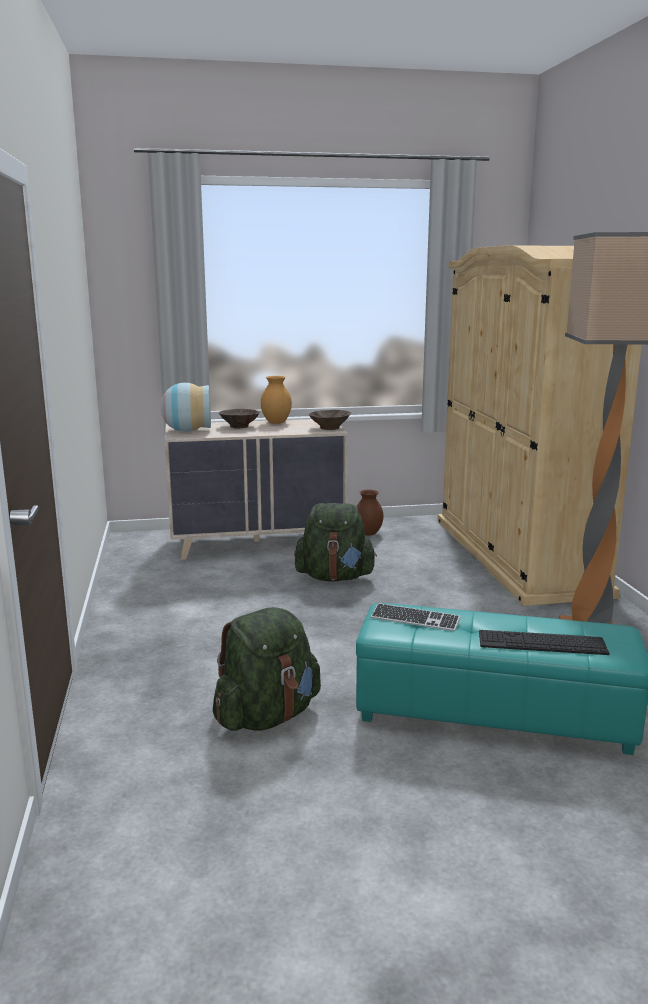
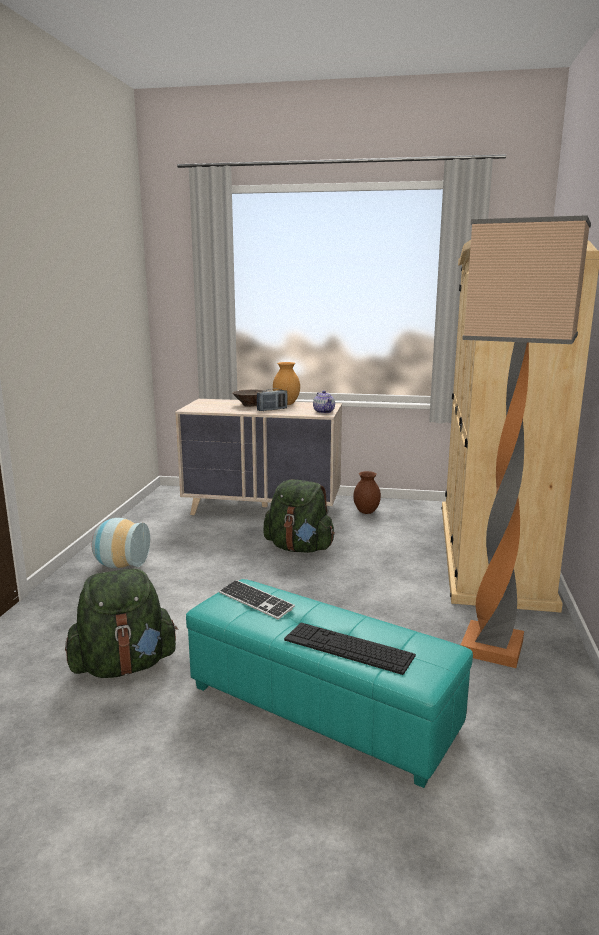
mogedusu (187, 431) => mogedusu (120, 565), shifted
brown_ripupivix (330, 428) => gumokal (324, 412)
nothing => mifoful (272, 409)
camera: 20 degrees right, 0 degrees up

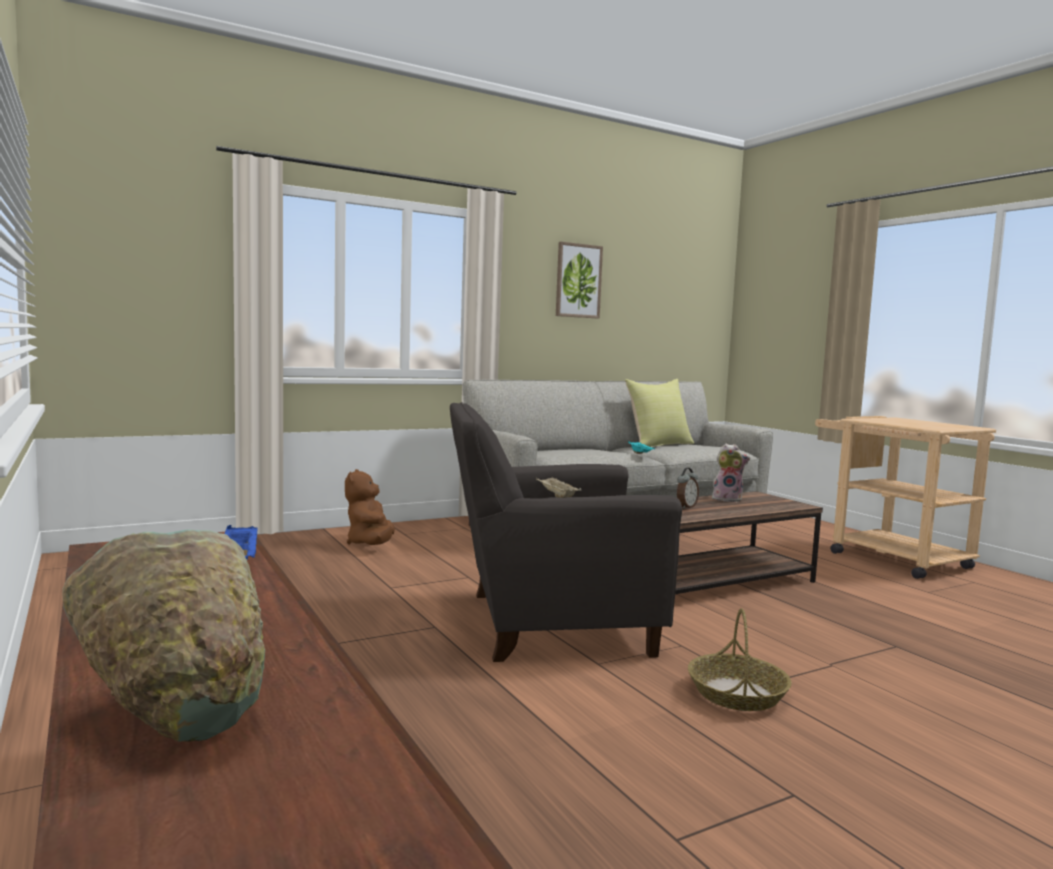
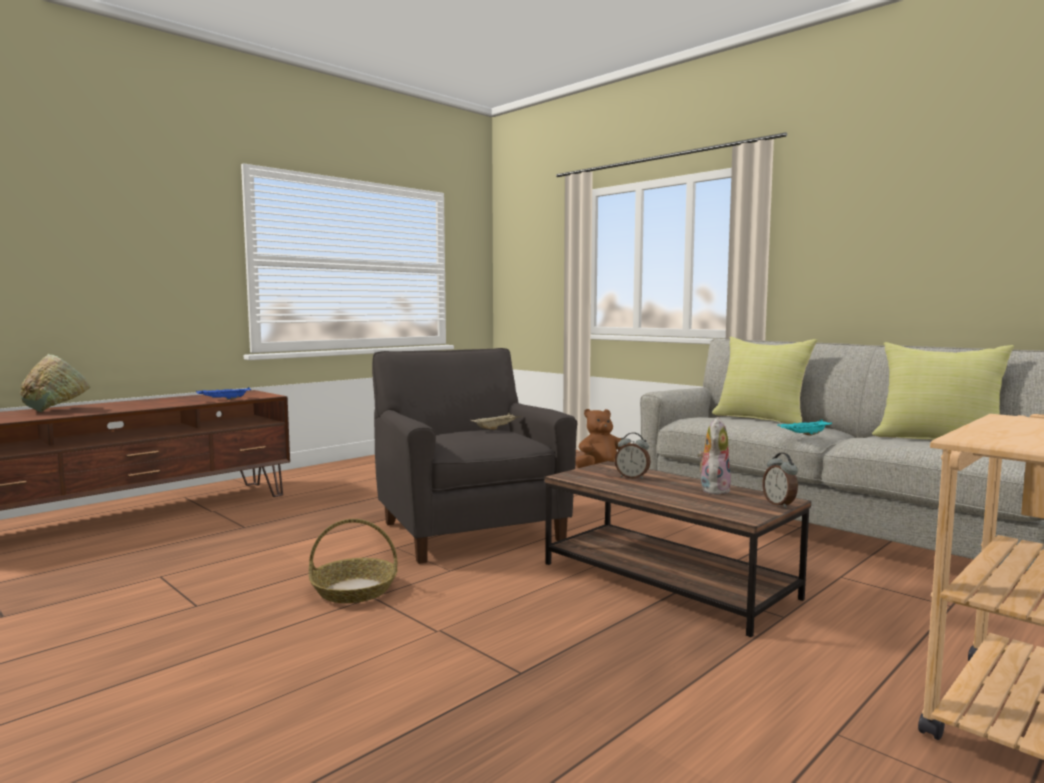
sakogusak (578, 281) => nothing
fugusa (727, 499) => fugusa (713, 489), 150 degrees counterclockwise
nothing => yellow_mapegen (761, 419)
nothing => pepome (780, 504)
camera: 75 degrees right, 0 degrees up

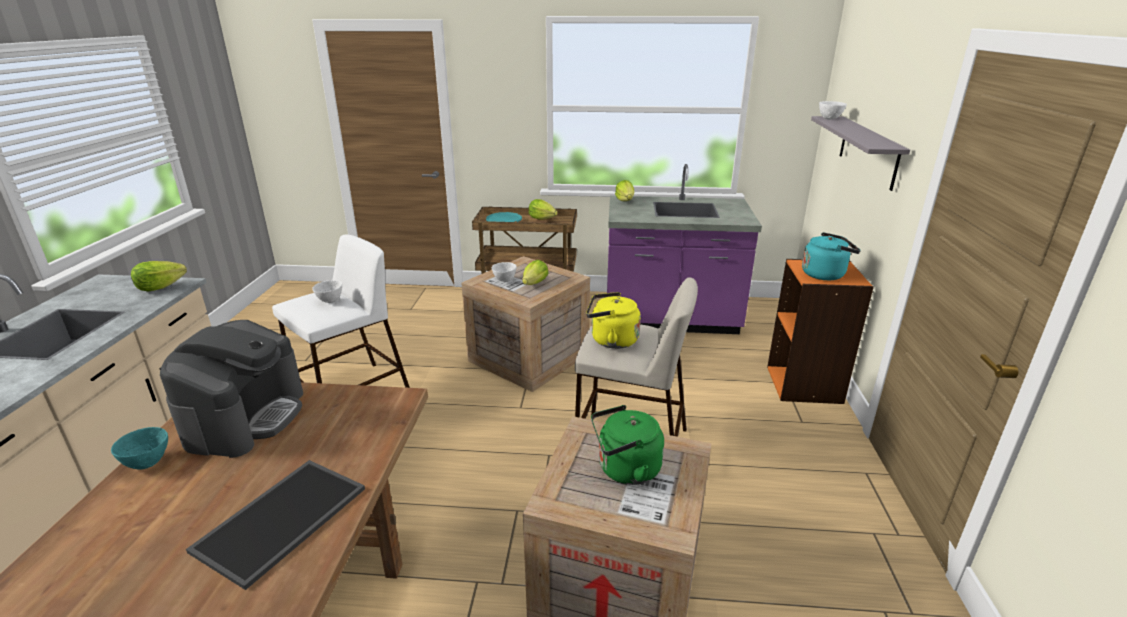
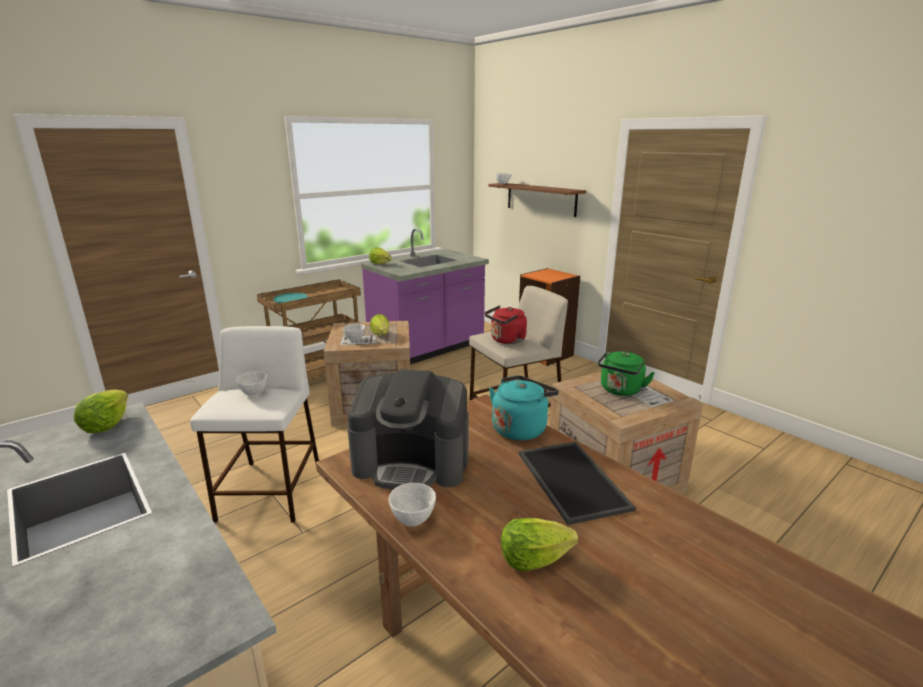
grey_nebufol (868, 151) => brown_nebufol (541, 199)
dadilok (542, 219) => dadilok (533, 559), shifted
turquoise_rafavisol (825, 274) => turquoise_rafavisol (520, 428), shifted
yellow_rafavisol (611, 340) => red_rafavisol (506, 340)
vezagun (246, 417) => vezagun (412, 462), 135 degrees clockwise
turquoise_ripupivix (147, 463) => white_ripupivix (412, 520)
camera: 45 degrees left, 5 degrees down

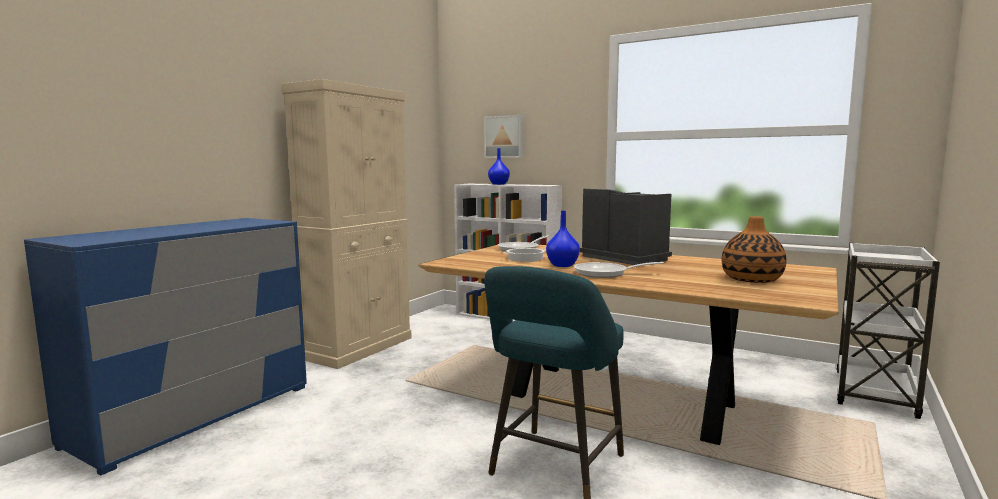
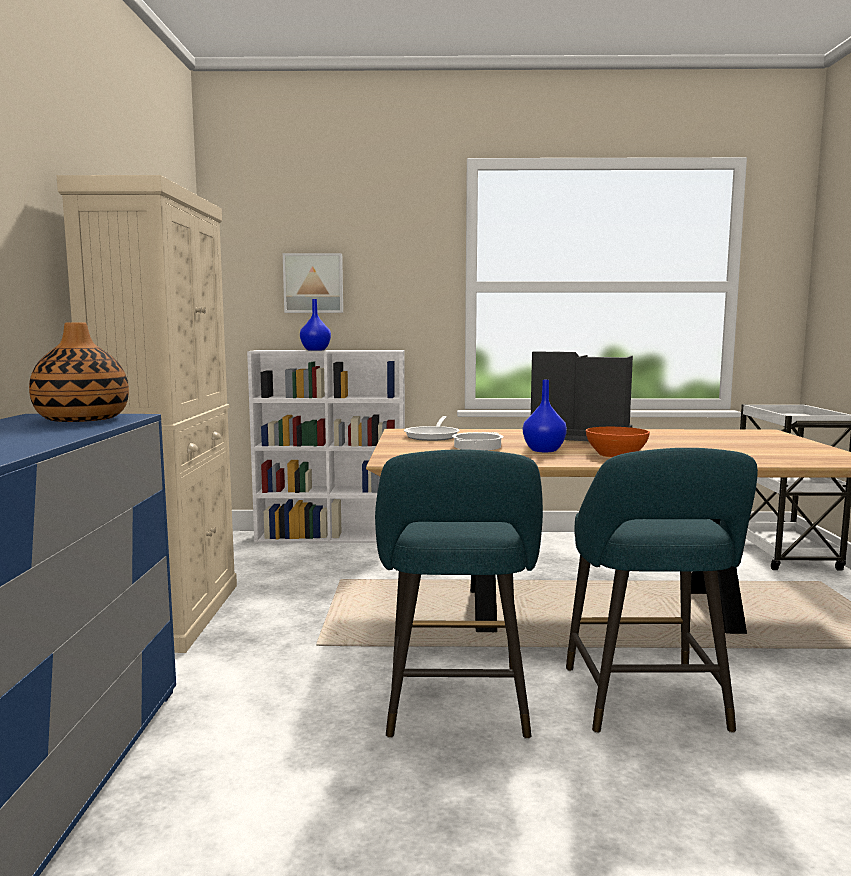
mogedusu (751, 279) => mogedusu (82, 420), shifted
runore (606, 273) => orange_ripupivix (617, 454)
nothing => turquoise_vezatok (456, 709)
camera: 30 degrees left, 0 degrees up

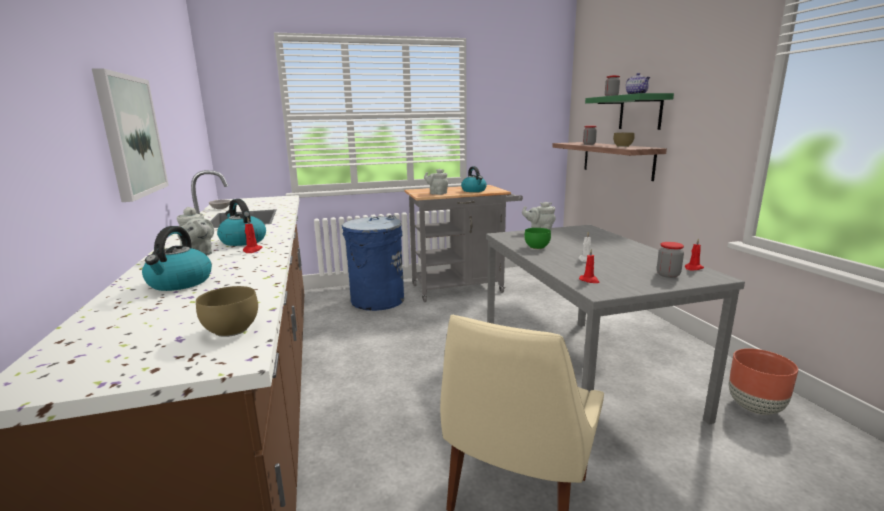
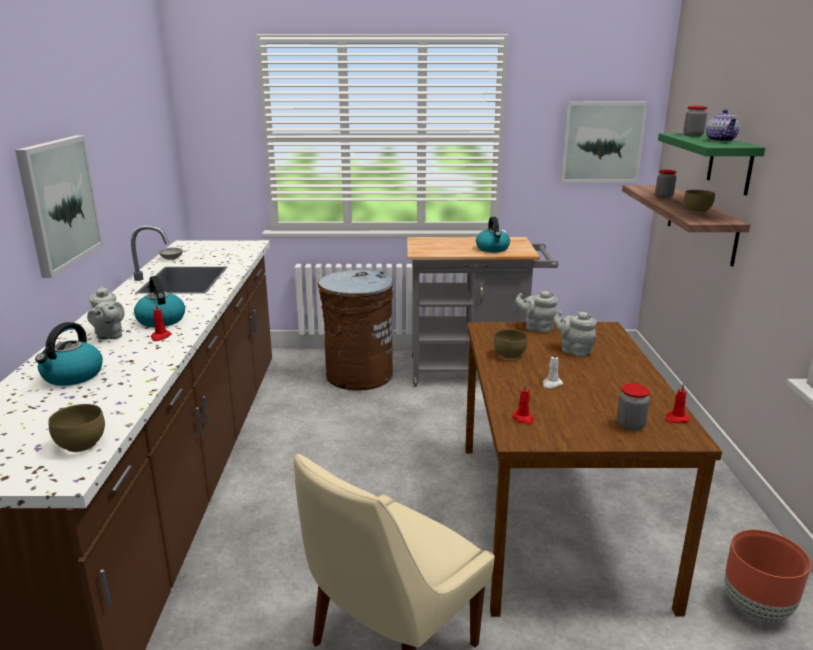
grey_gumokal (437, 193) => grey_gumokal (574, 351), shifted
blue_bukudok (377, 300) => brown_bukudok (358, 375)
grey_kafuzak (583, 373) => brown_kafuzak (557, 519)
green_ripupivix (538, 247) => brown_ripupivix (510, 355)
nothing => sakogusak (602, 142)
camera: 15 degrees right, 5 degrees up

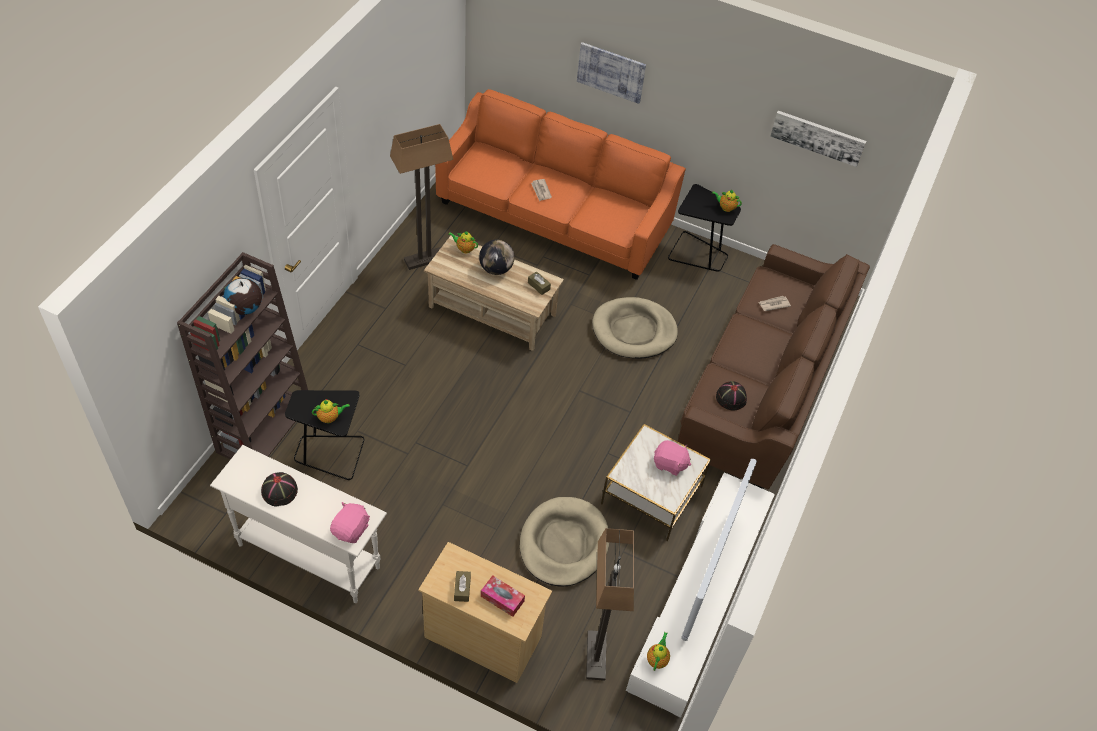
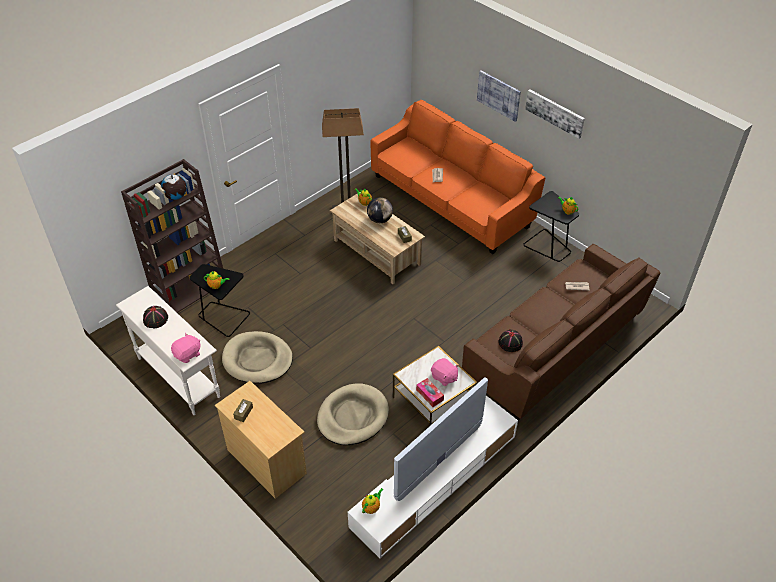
sakogusak (818, 137) => sakogusak (555, 113), shifted
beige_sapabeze (634, 331) => beige_sapabeze (257, 360), shifted
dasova (595, 655) => nothing
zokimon (502, 599) => zokimon (429, 395), shifted
camera: 25 degrees right, 5 degrees down

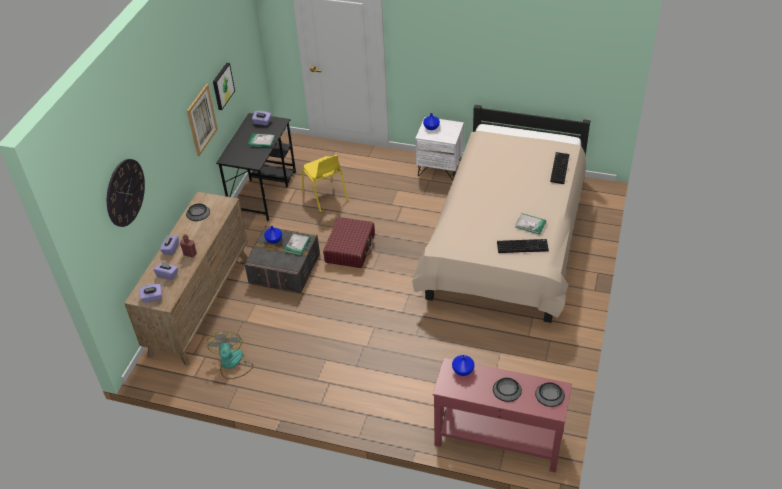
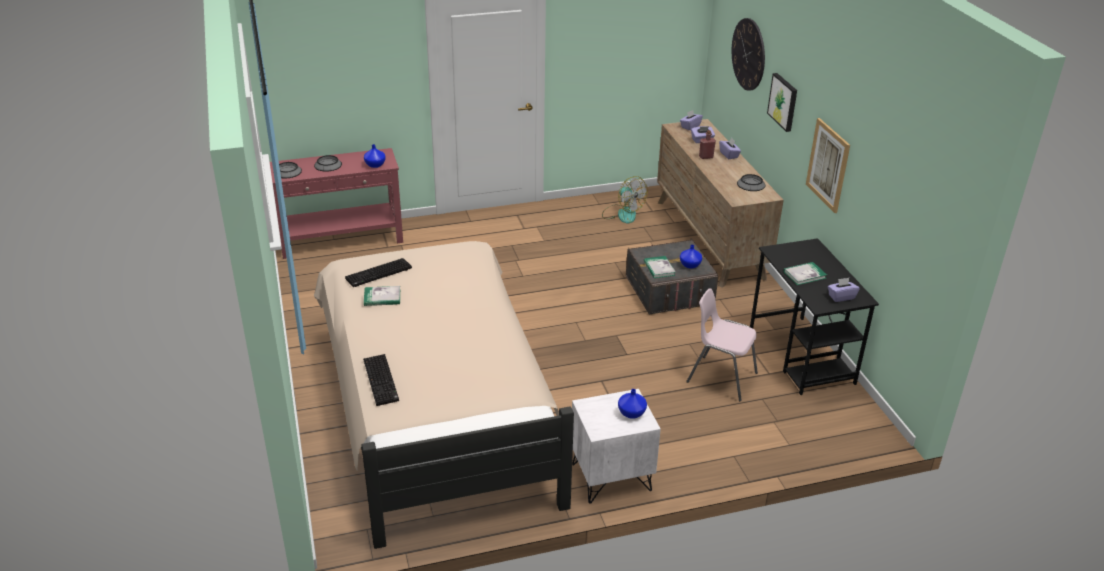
sakogusak (222, 86) => sakogusak (783, 101), shifted
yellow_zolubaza (325, 196) => pink_zolubaza (721, 377)
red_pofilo (350, 248) => nothing
camera: 145 degrees right, 10 degrees down

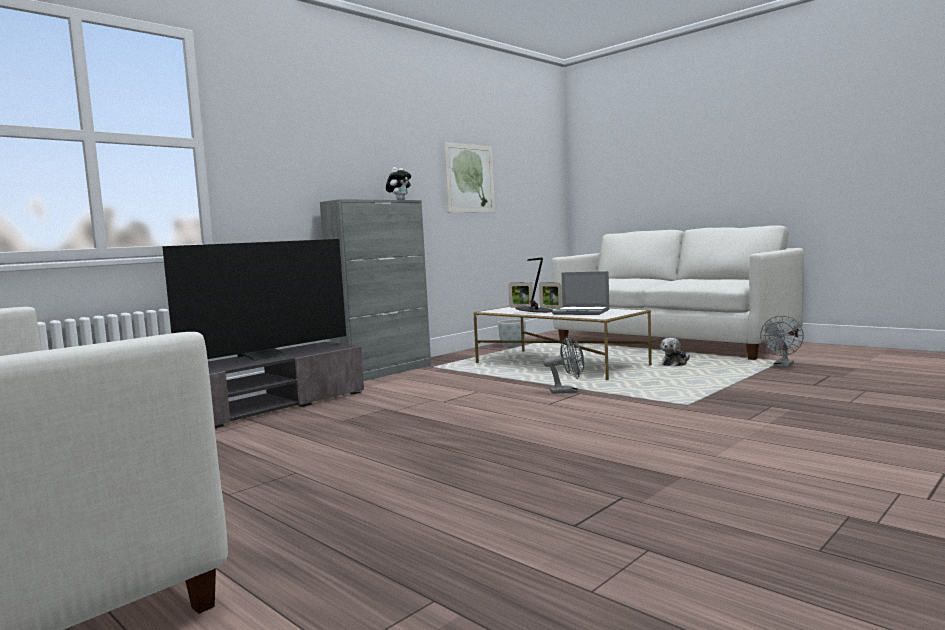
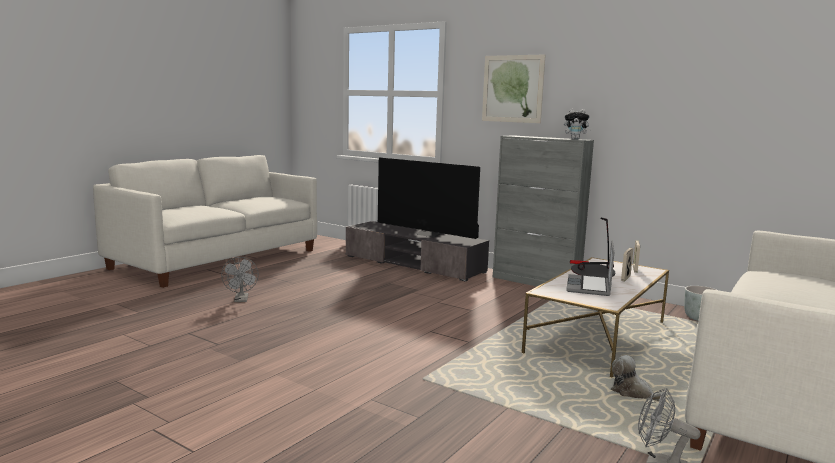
sakogusak (470, 178) => sakogusak (512, 89), shifted
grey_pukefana (567, 391) => grey_pukefana (241, 300), shifted
camera: 80 degrees right, 5 degrees up

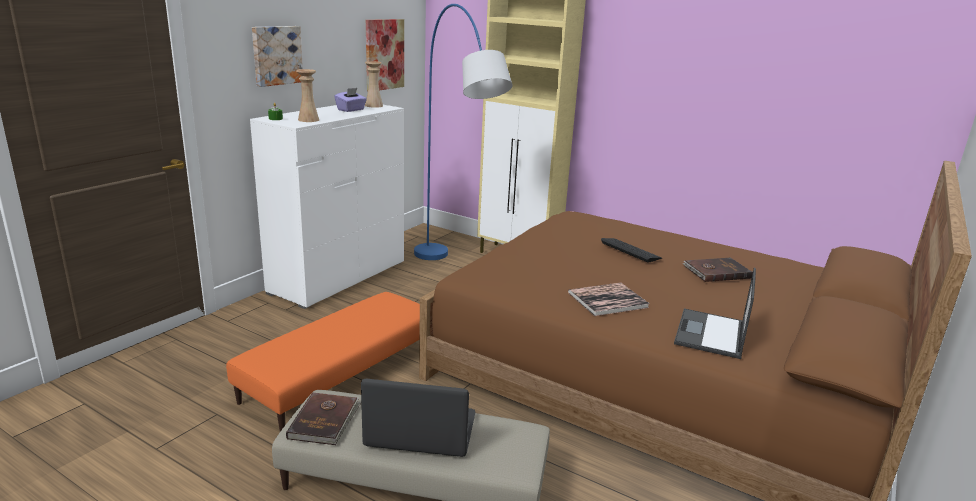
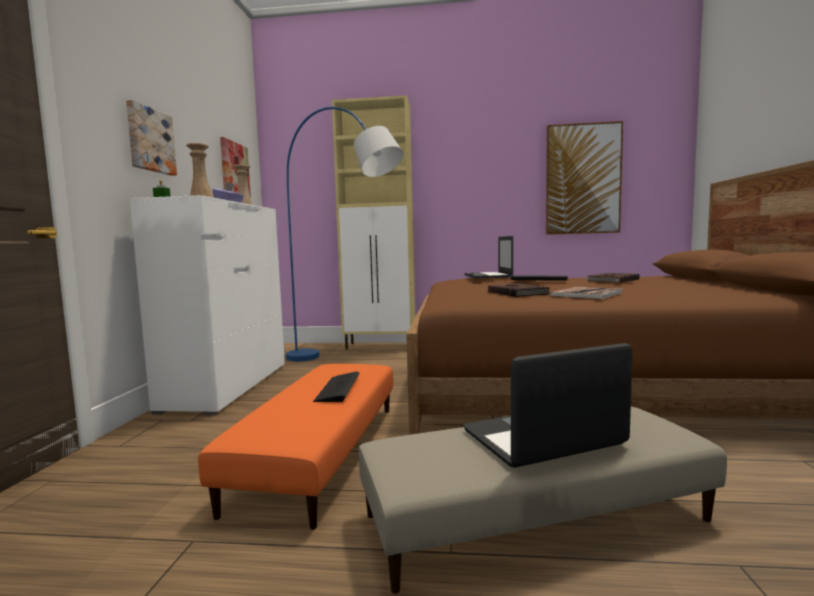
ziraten (710, 334) => ziraten (488, 276), shifted
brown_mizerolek (325, 421) => brown_mizerolek (518, 293), shifted
nothing => sakogusak (582, 179)
nothing => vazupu (338, 388)
camera: 25 degrees left, 15 degrees down

